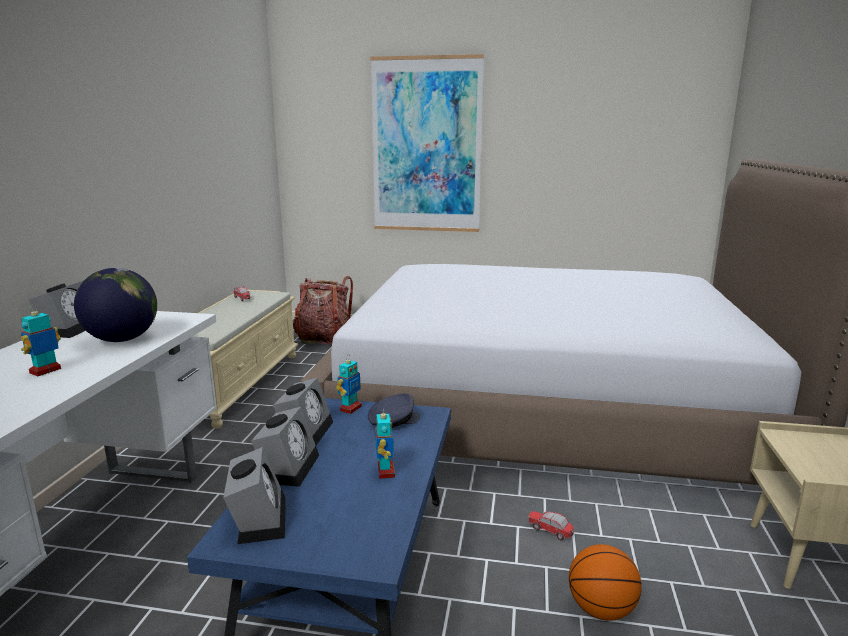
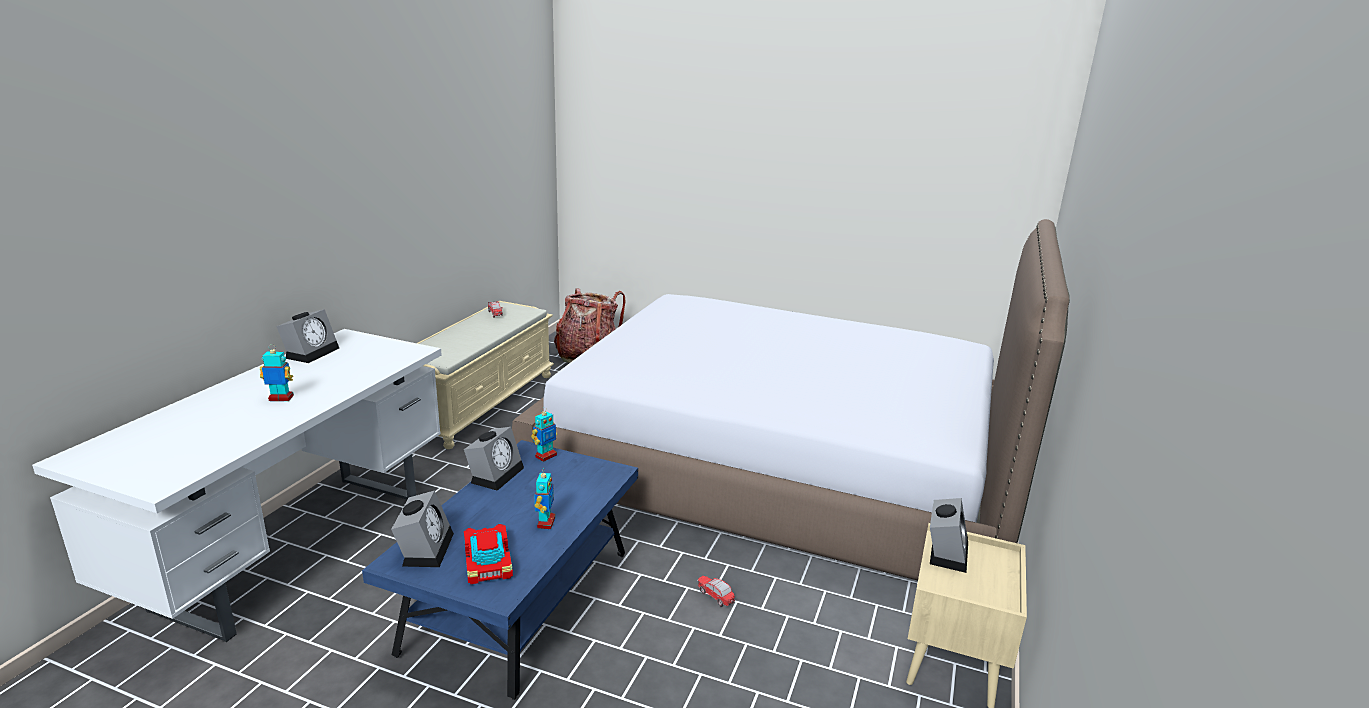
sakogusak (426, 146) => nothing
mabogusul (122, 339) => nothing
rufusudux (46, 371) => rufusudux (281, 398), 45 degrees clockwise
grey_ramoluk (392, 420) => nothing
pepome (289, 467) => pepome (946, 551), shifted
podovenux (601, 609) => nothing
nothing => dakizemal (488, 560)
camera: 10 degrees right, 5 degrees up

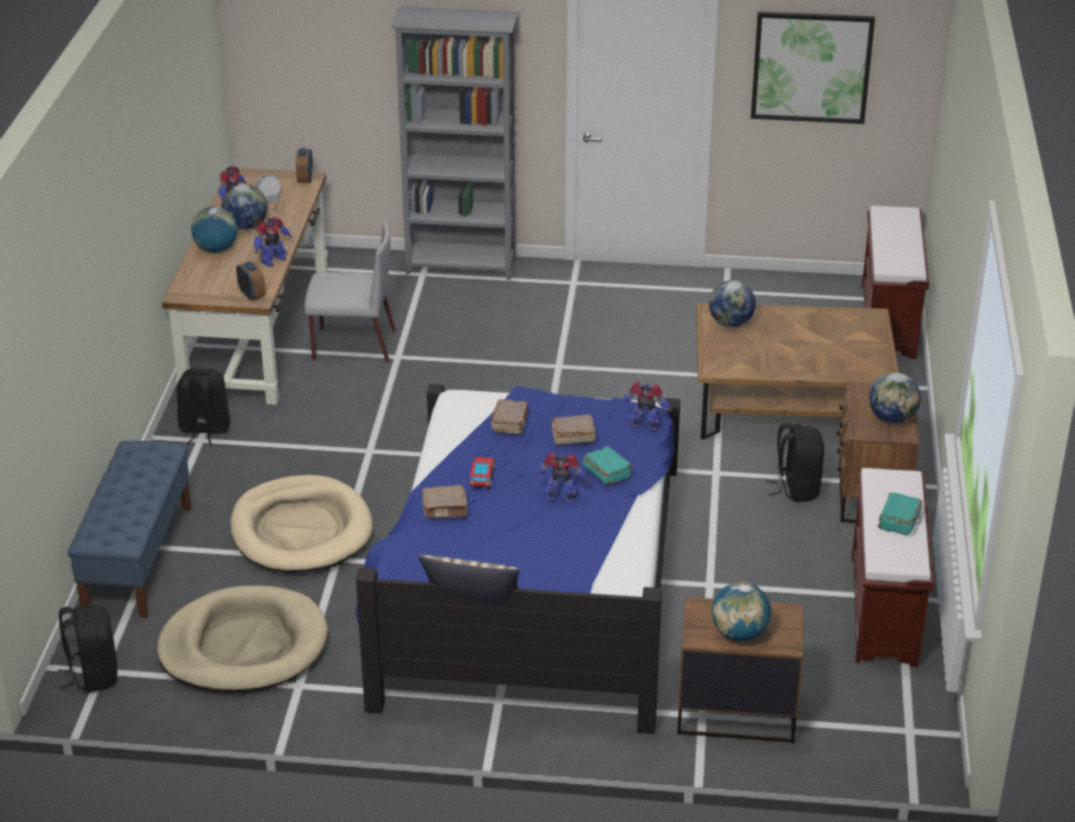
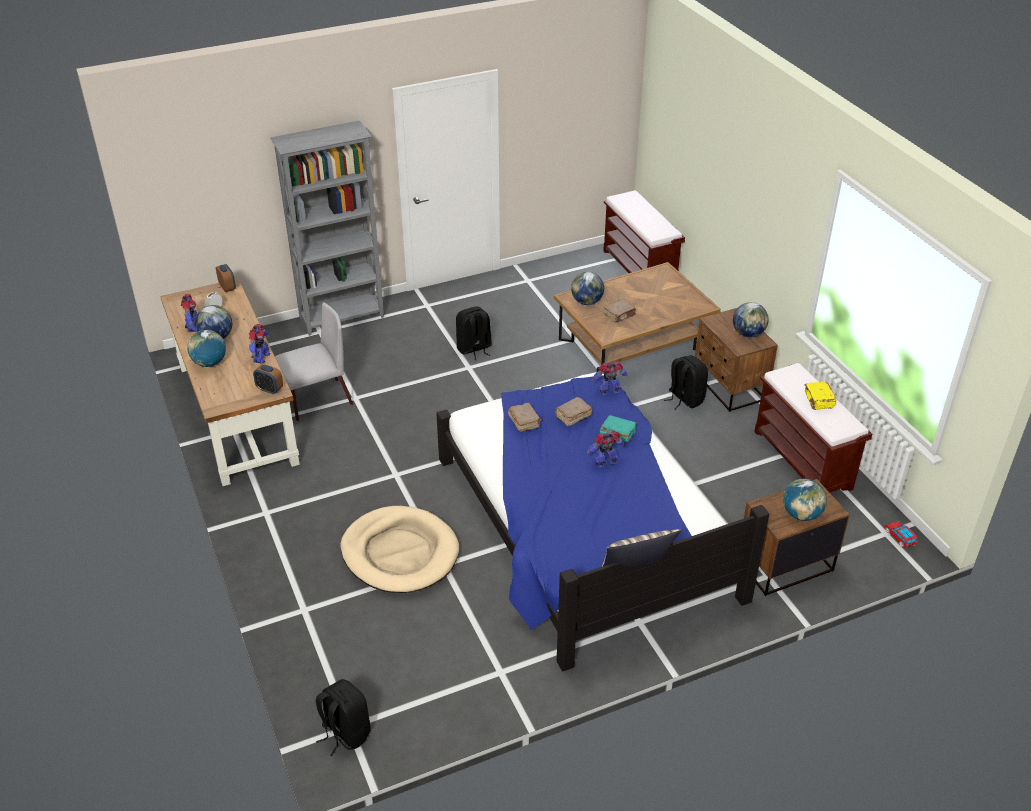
sakogusak (811, 67) => nothing
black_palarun (204, 429) => black_palarun (474, 349), shifted
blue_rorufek (138, 558) => nothing
dakizemal (482, 477) => dakizemal (899, 537), shifted
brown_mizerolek (445, 509) => brown_mizerolek (619, 315), shifted
turquoise_mizerolek (898, 521) => yellow_mizerolek (818, 400)
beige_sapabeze (243, 647) => nothing
camera: 30 degrees left, 5 degrees up

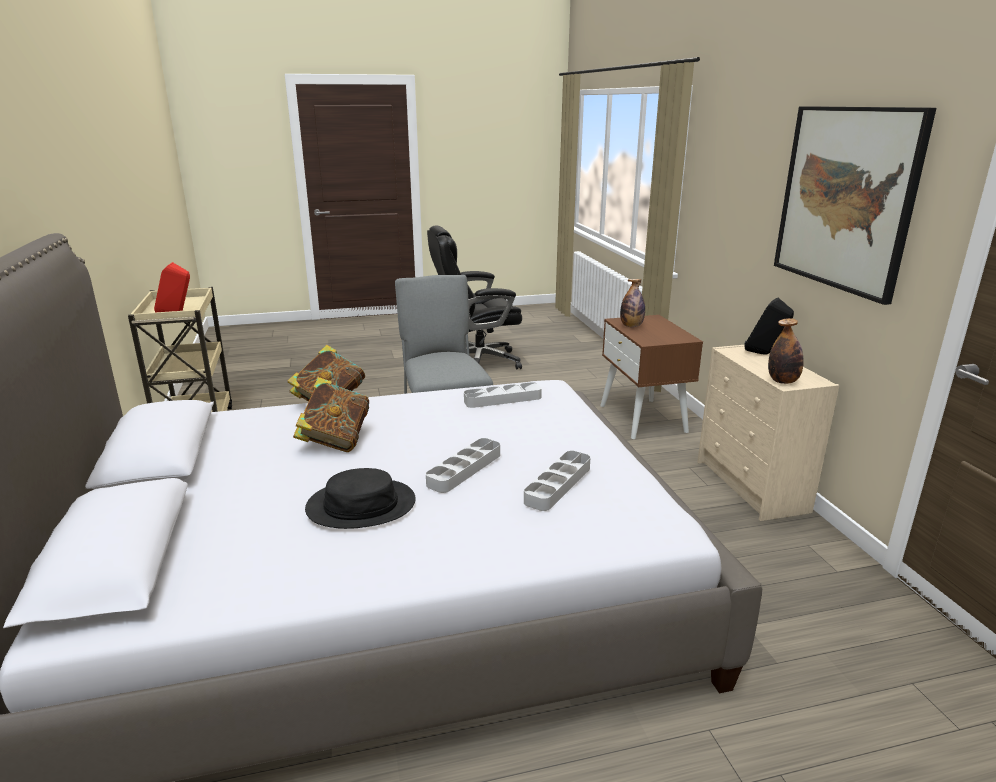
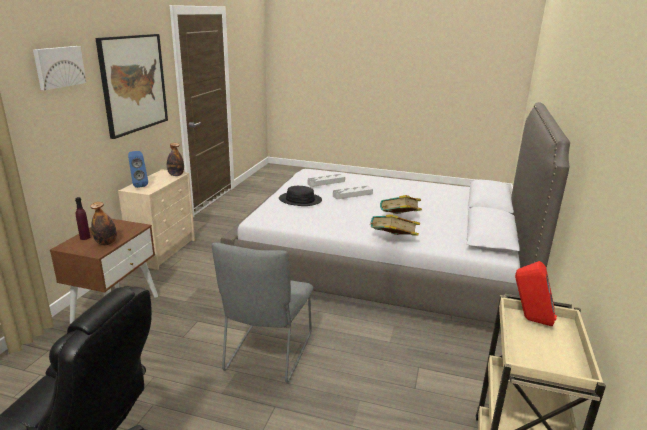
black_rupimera (764, 354) => blue_rupimera (139, 185)
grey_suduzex (502, 399) => nothing
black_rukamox (361, 505) => black_rukamox (300, 200), shifted
nothing => sakogusak (59, 67)
nothing => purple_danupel (85, 237)
camera: 150 degrees left, 0 degrees up

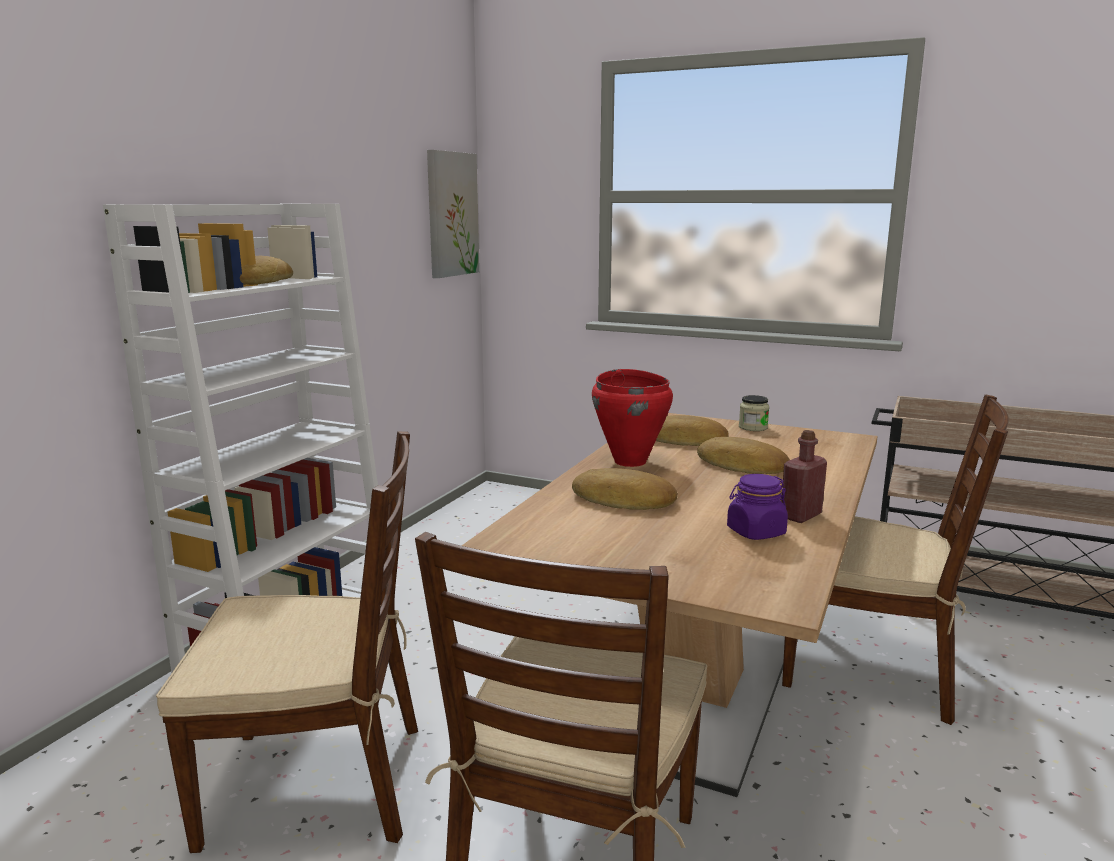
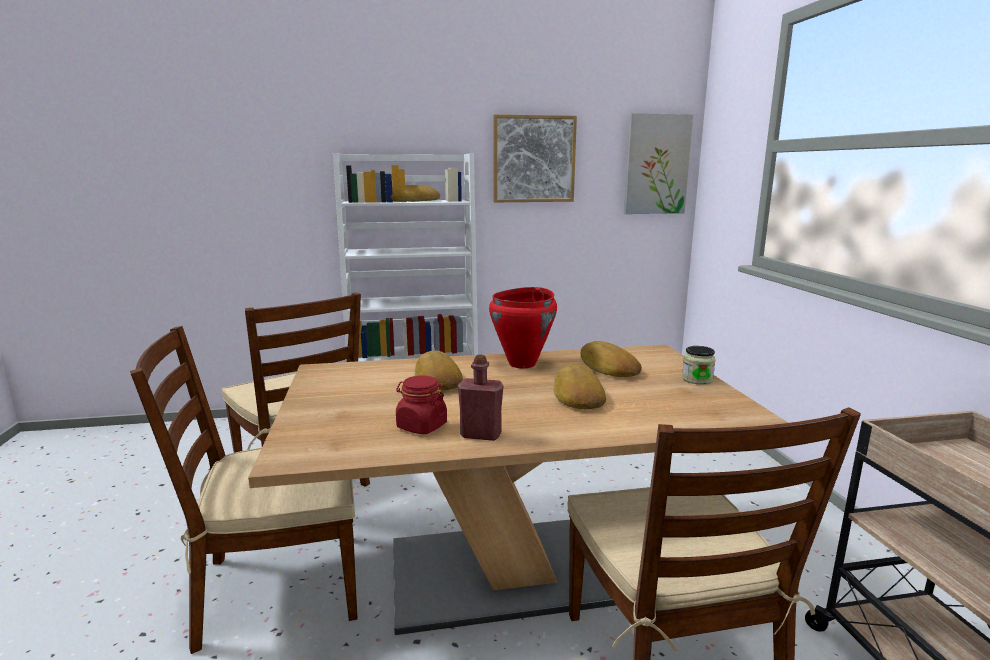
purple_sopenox (755, 532) => red_sopenox (421, 426)
nothing => sakogusak (533, 159)
camera: 55 degrees right, 0 degrees up

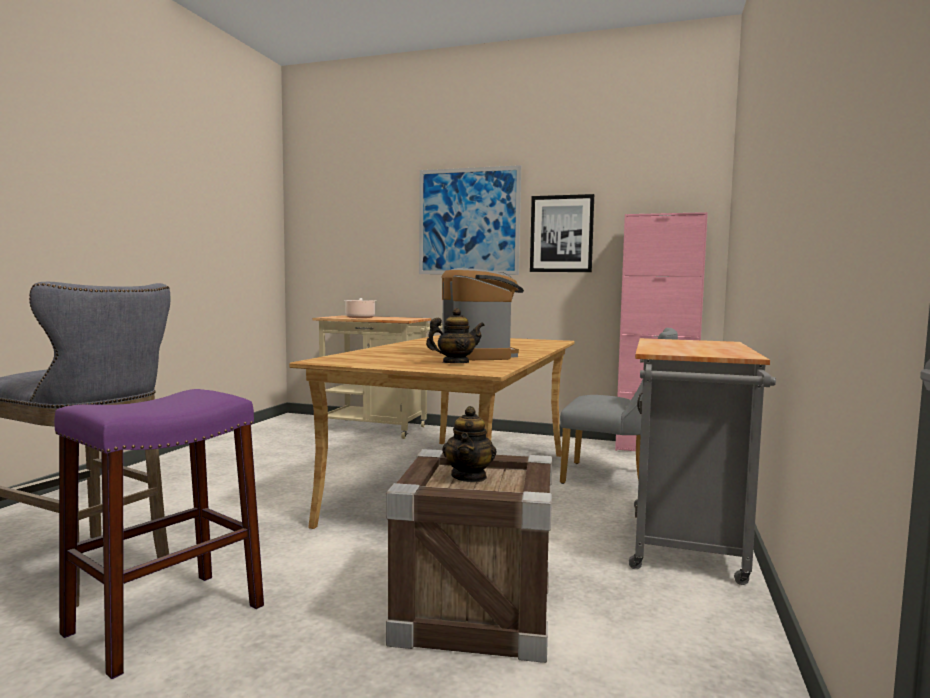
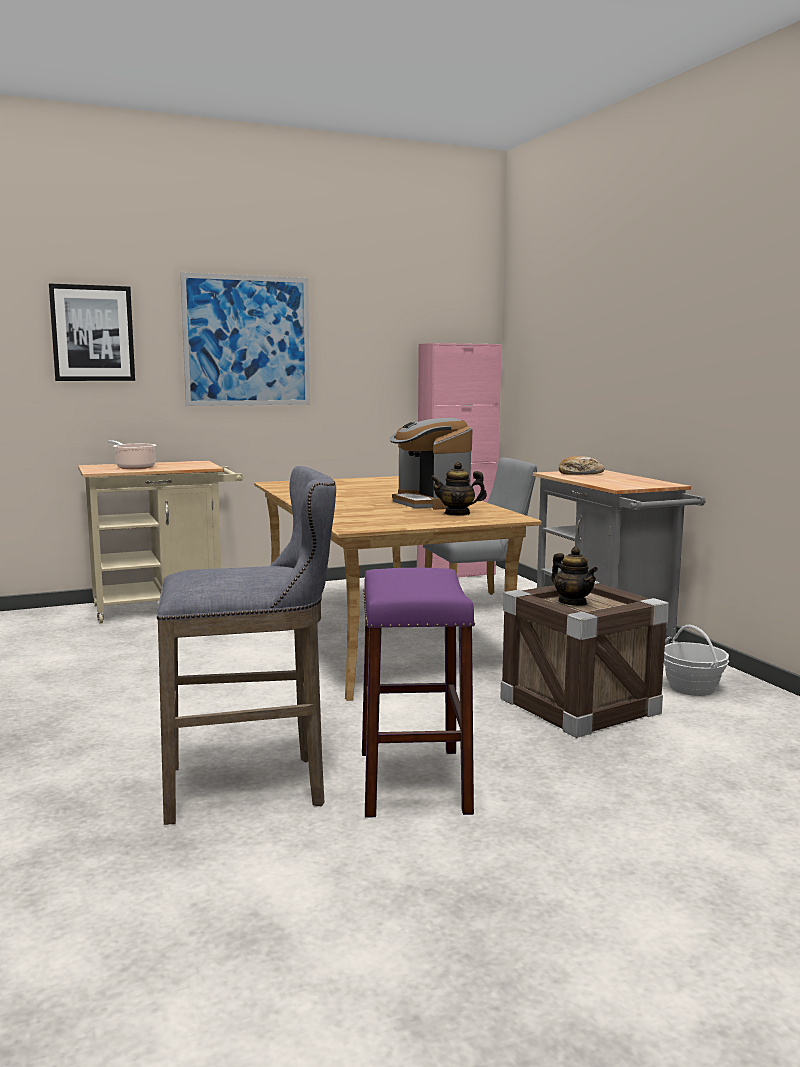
sakogusak (561, 234) => sakogusak (92, 333), shifted
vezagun (479, 355) => vezagun (430, 503), 150 degrees counterclockwise
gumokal (455, 363) => gumokal (457, 513), 120 degrees counterclockwise
nothing => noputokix (580, 473)
nothing => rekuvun (692, 688)
camera: 40 degrees left, 5 degrees up

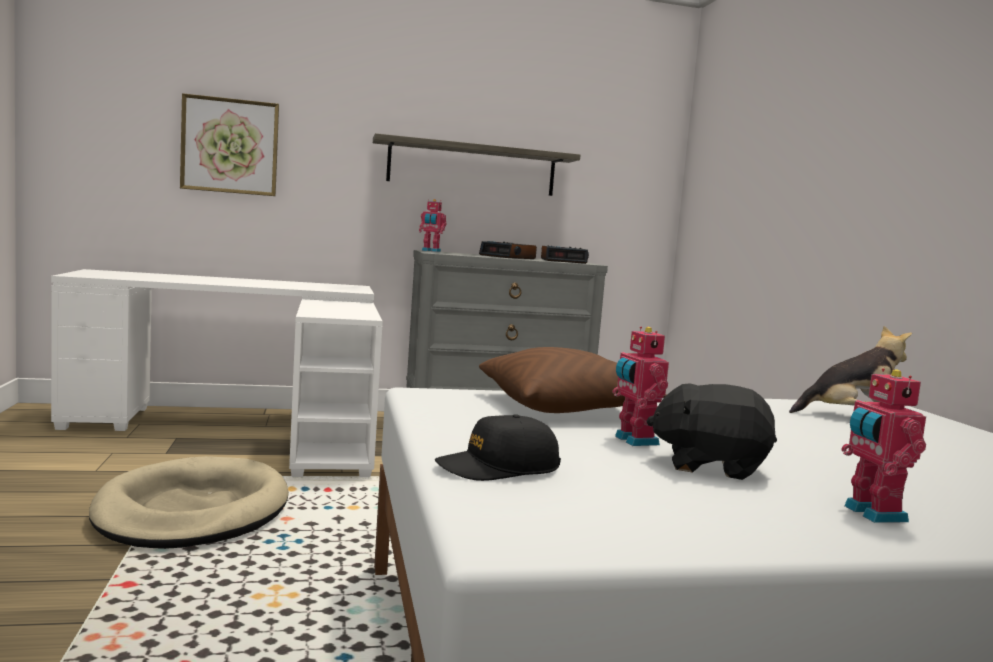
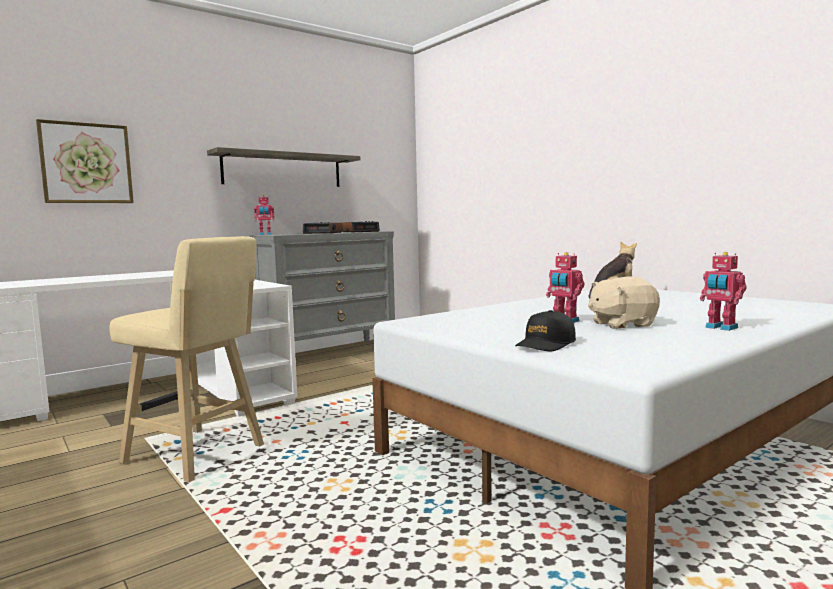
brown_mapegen (566, 407) => nothing
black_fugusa (709, 466) => beige_fugusa (621, 324)
beige_sapabeze (192, 511) => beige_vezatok (198, 455)
camera: 25 degrees left, 0 degrees up

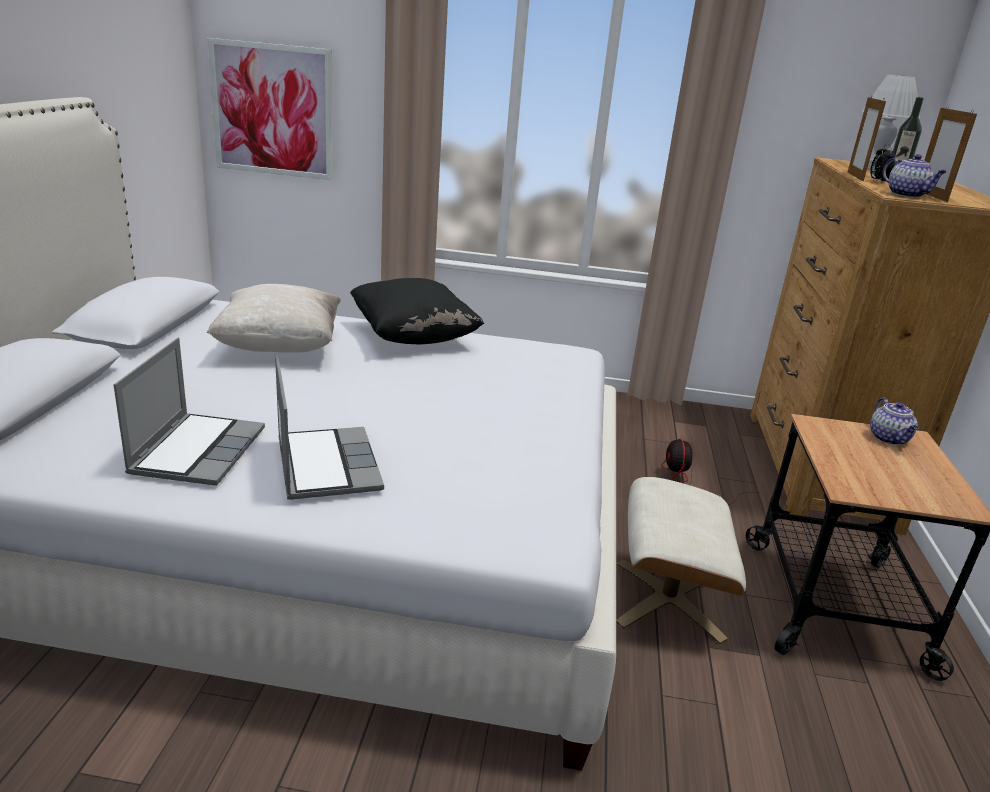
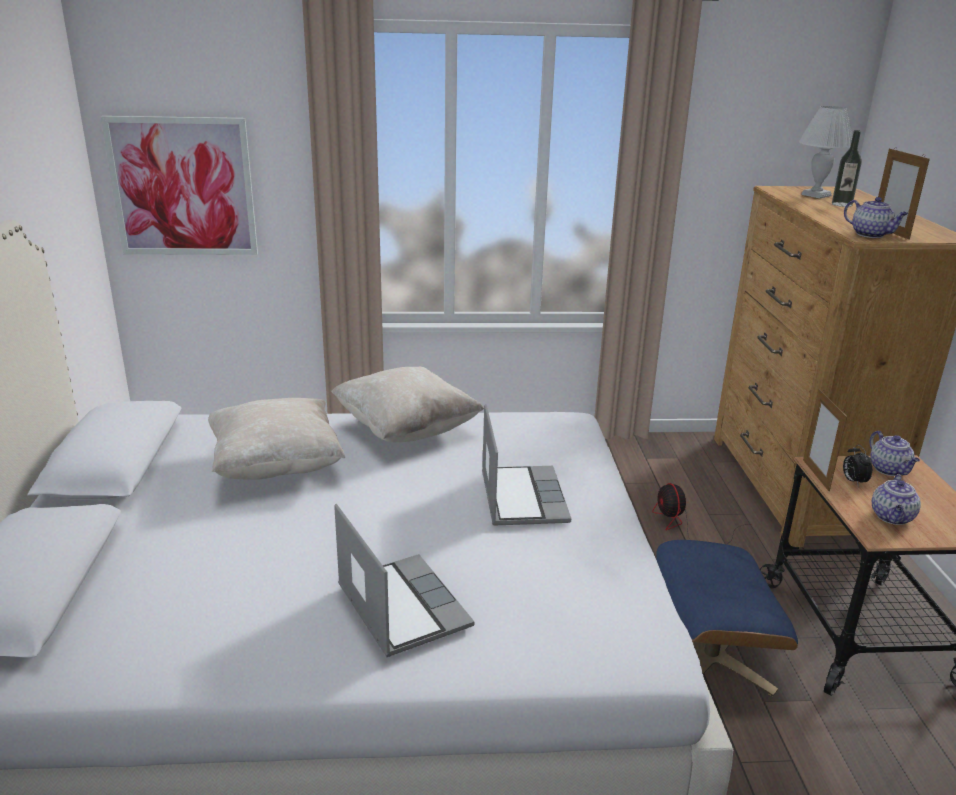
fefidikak (855, 176) => fefidikak (816, 475), shifted
pepome (878, 181) => pepome (853, 481), shifted
black_mapegen (413, 338) => beige_mapegen (406, 430)
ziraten (198, 450) => ziraten (521, 497), shifted
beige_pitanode (667, 599) => blue_pitanode (709, 658)
nothing => gumokal (892, 517)
camera: 10 degrees left, 0 degrees up

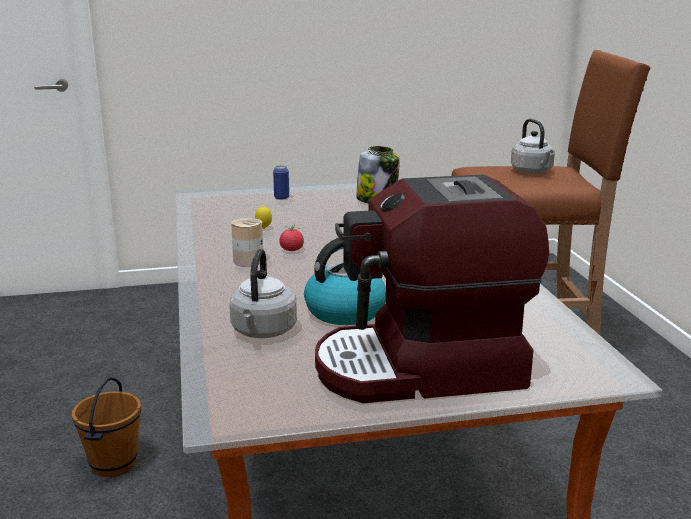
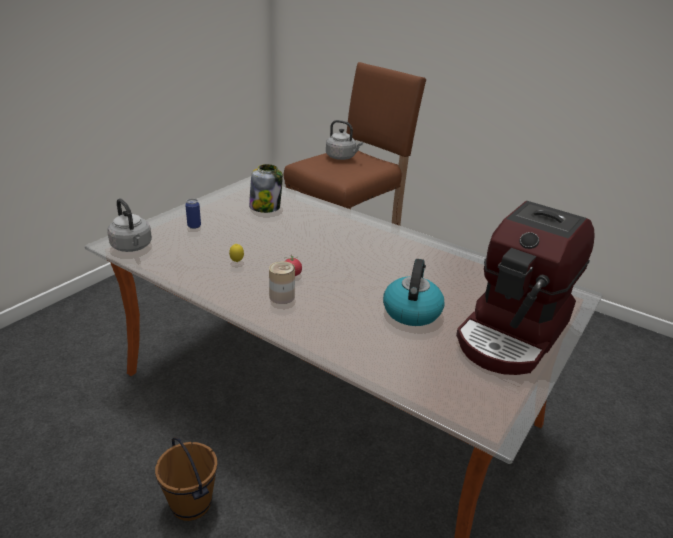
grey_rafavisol (263, 332) => grey_rafavisol (132, 247), shifted
camera: 45 degrees left, 10 degrees up

